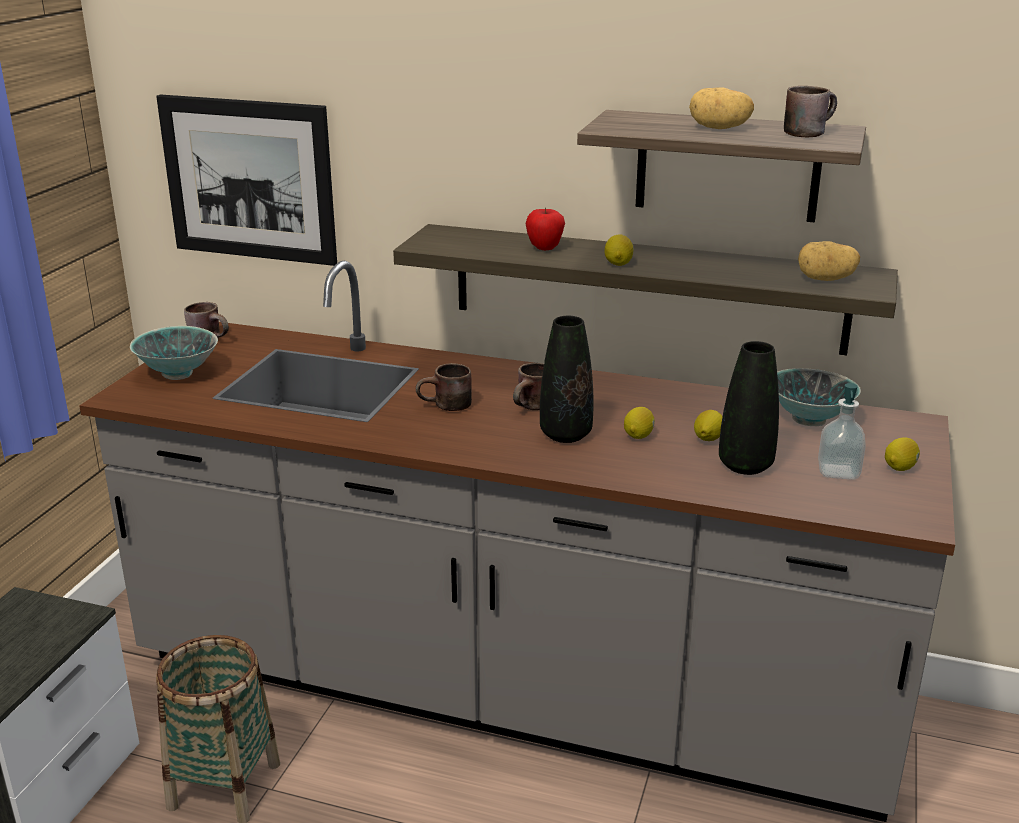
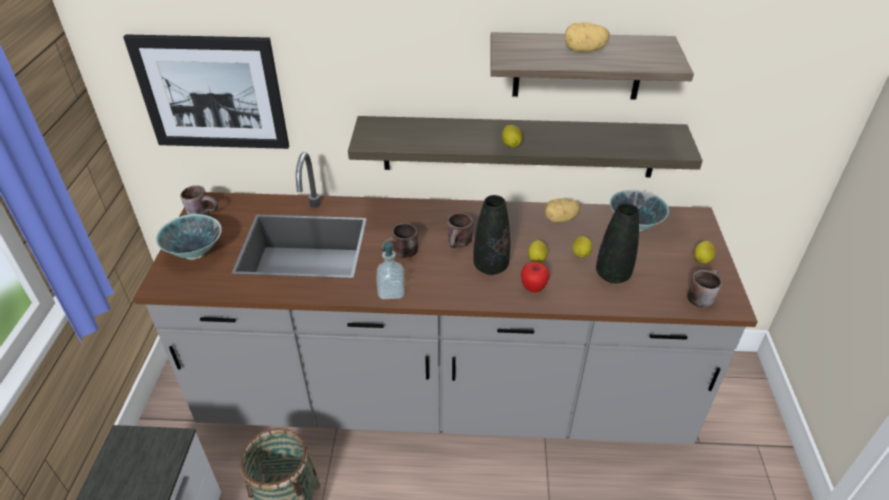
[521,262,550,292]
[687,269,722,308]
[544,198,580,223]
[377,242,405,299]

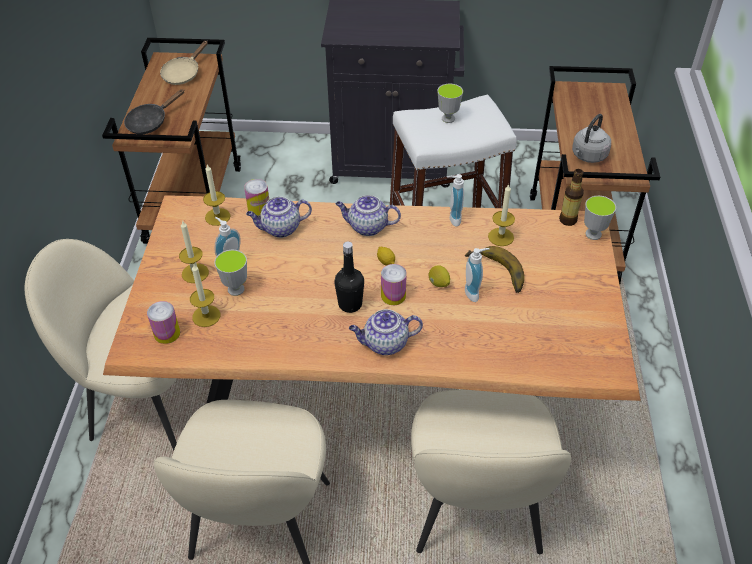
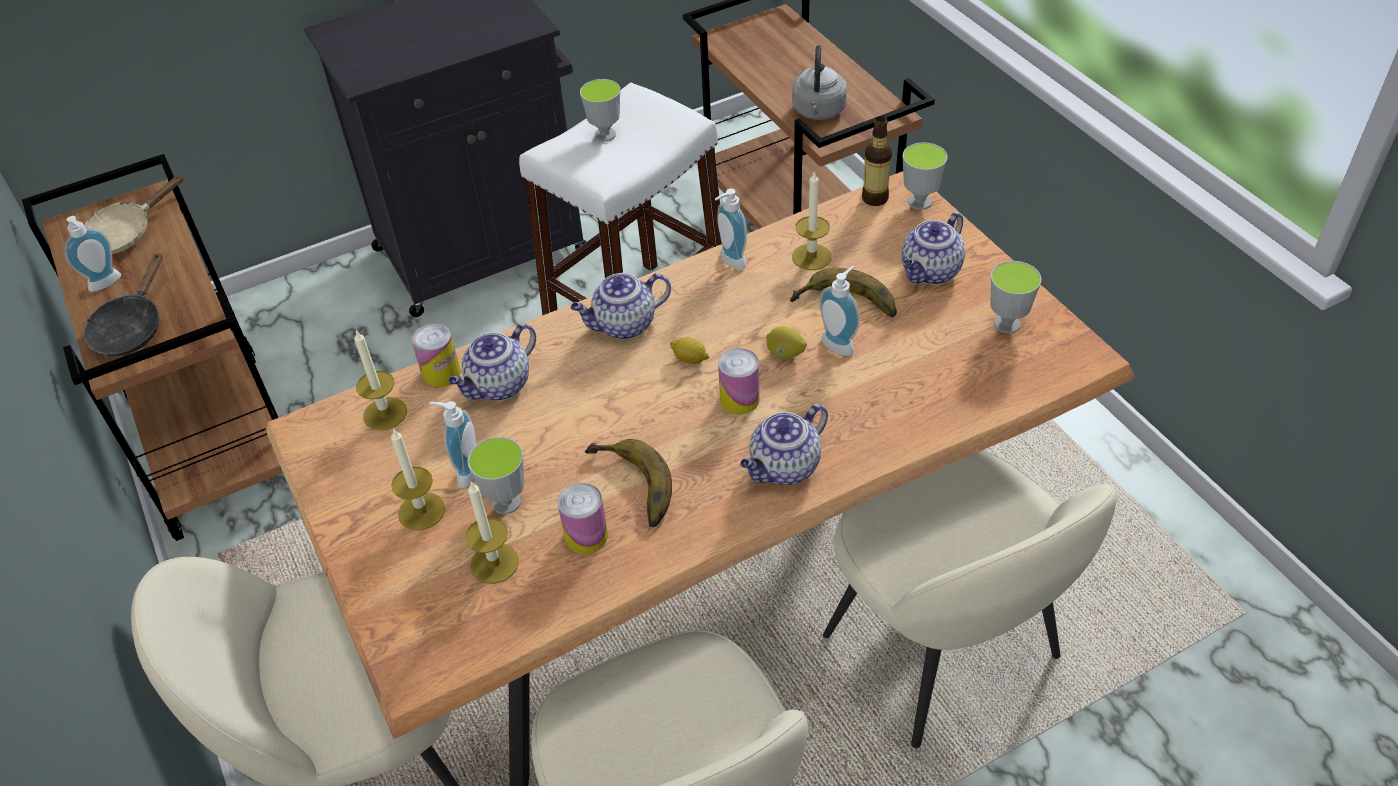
[557,483,608,554]
[84,175,184,254]
[334,242,364,313] (first image)
[64,216,121,292]
[585,439,672,527]
[902,212,965,285]
[990,261,1041,333]

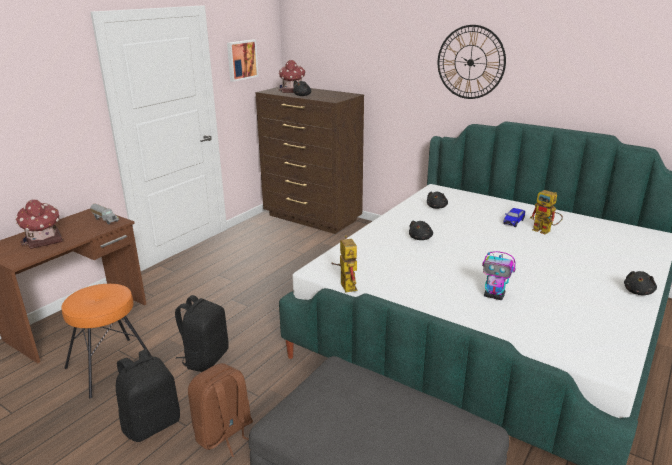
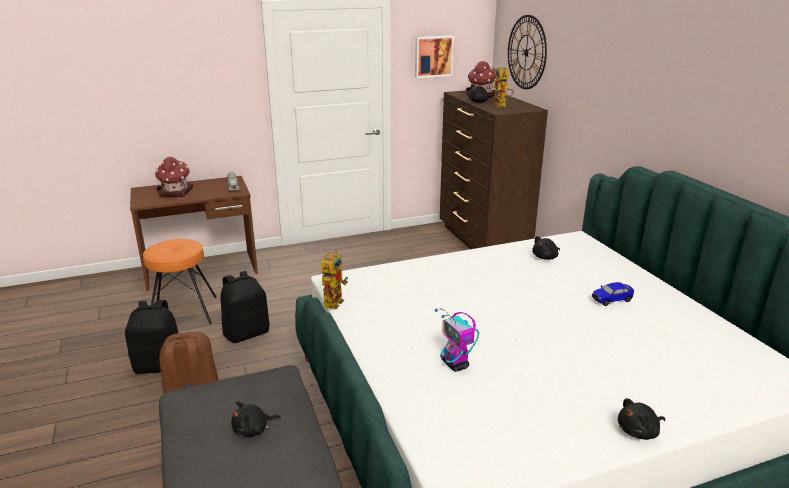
[231,401,281,437]
[508,15,547,89]
[493,67,514,108]

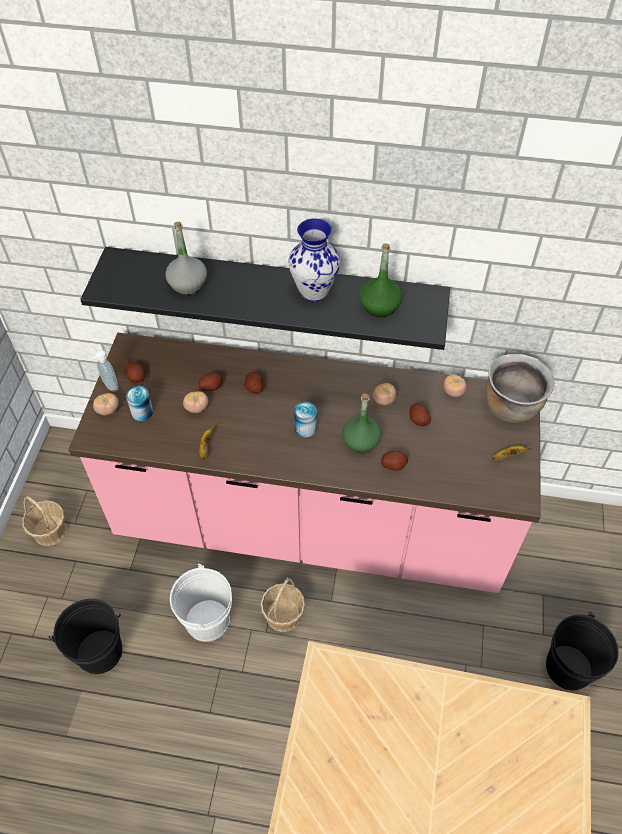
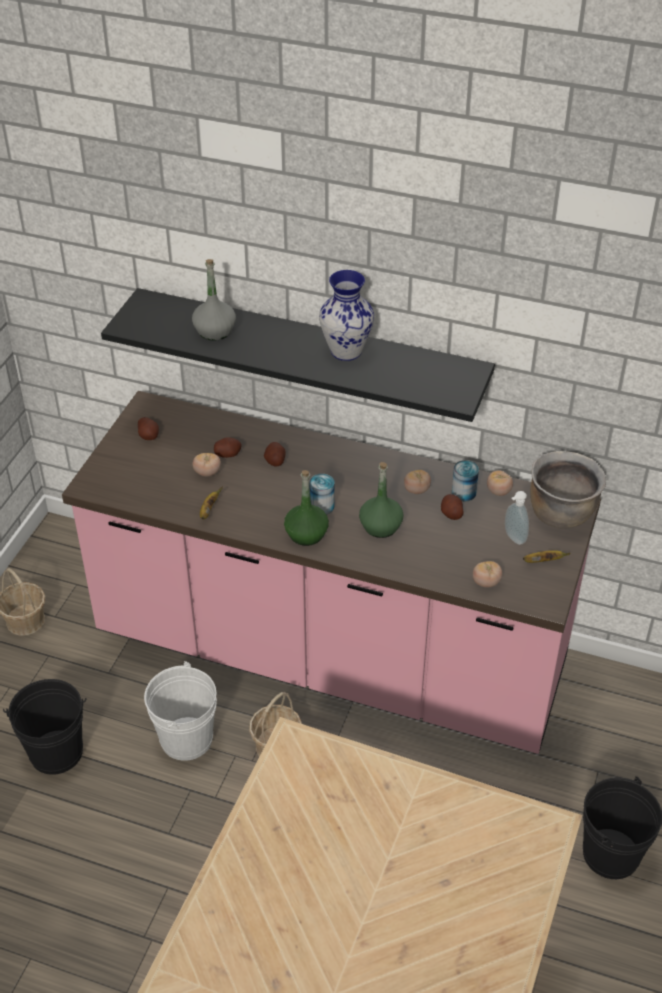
[505,491,529,545]
[473,561,502,588]
[452,460,479,501]
[284,470,329,546]
[381,450,408,470] (first image)

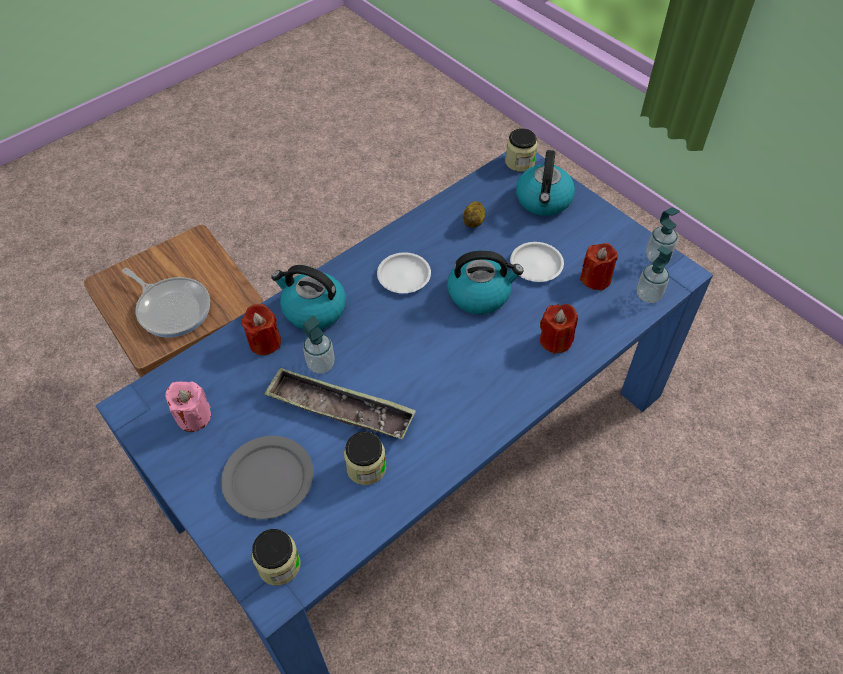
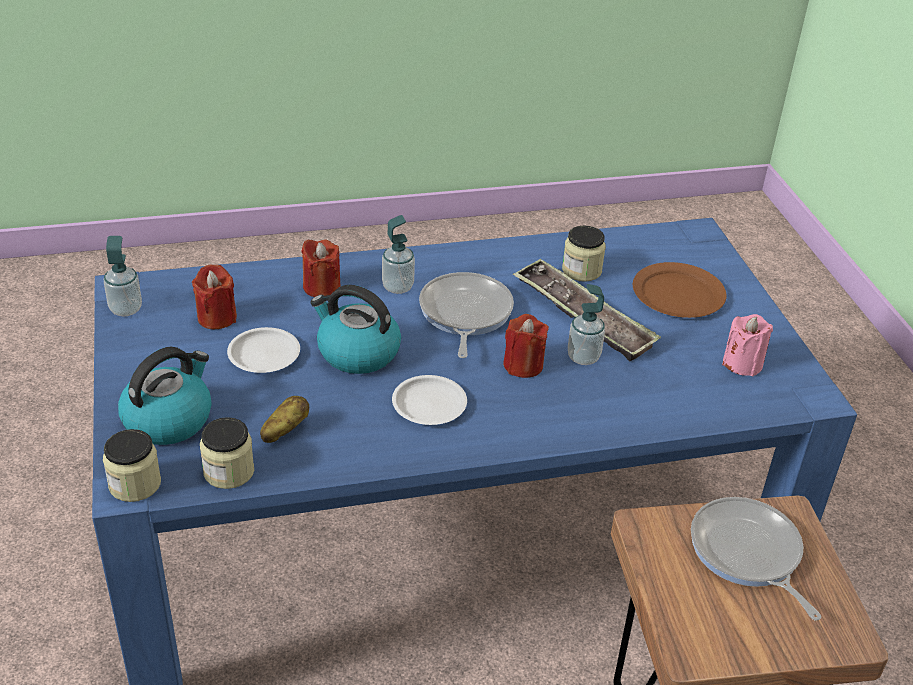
[633,262,726,318]
[503,314,549,378]
[200,417,254,489]
[271,265,346,329] (first image)
[382,215,415,294]
[419,272,514,358]

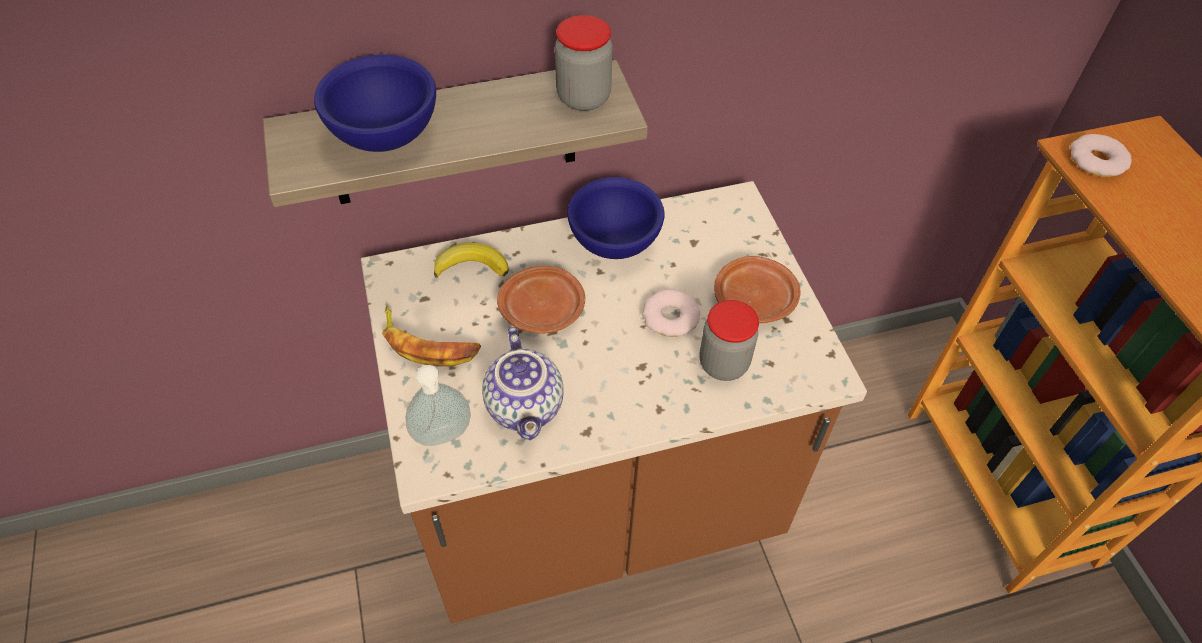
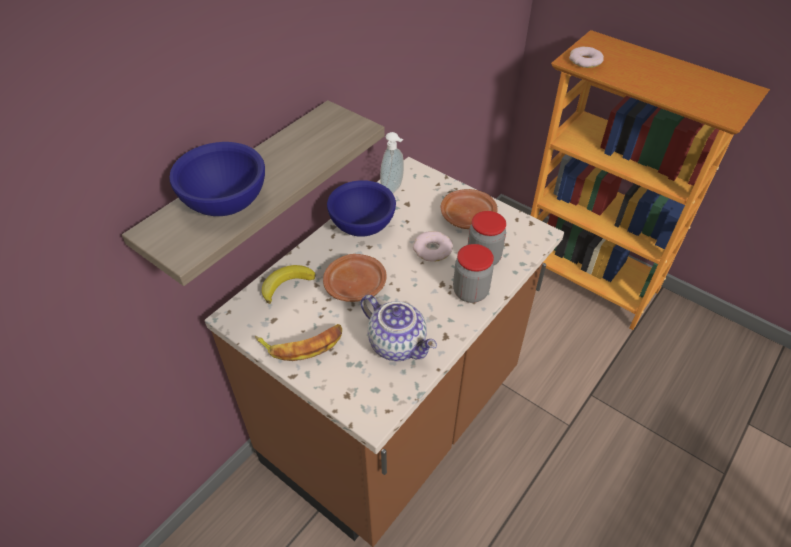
[380,132,404,193]
[453,244,494,303]

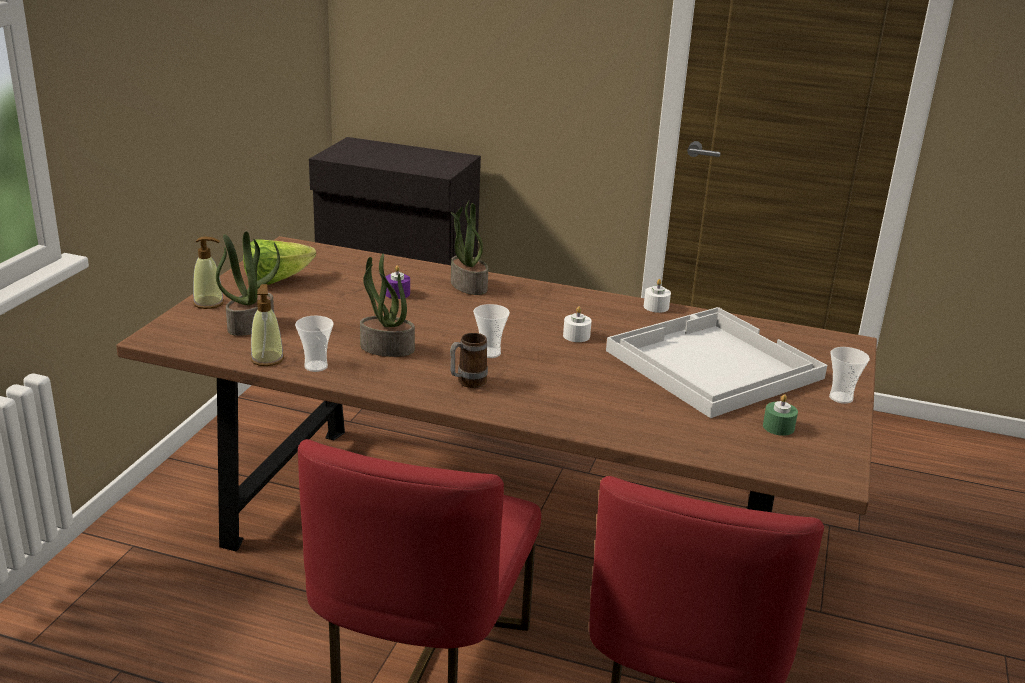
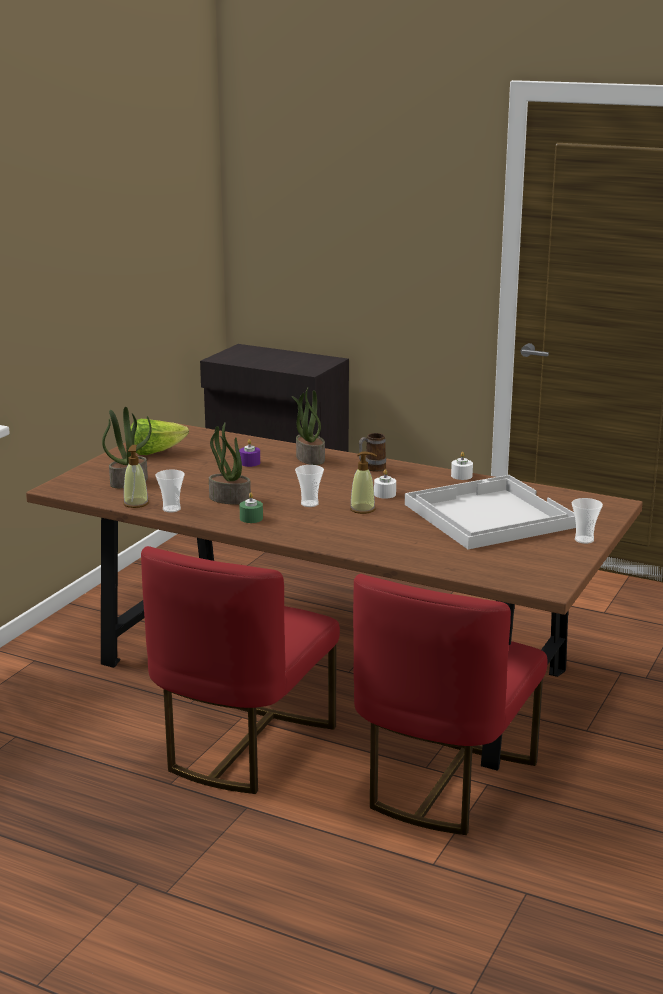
[350,452,377,514]
[359,433,386,472]
[240,493,263,523]

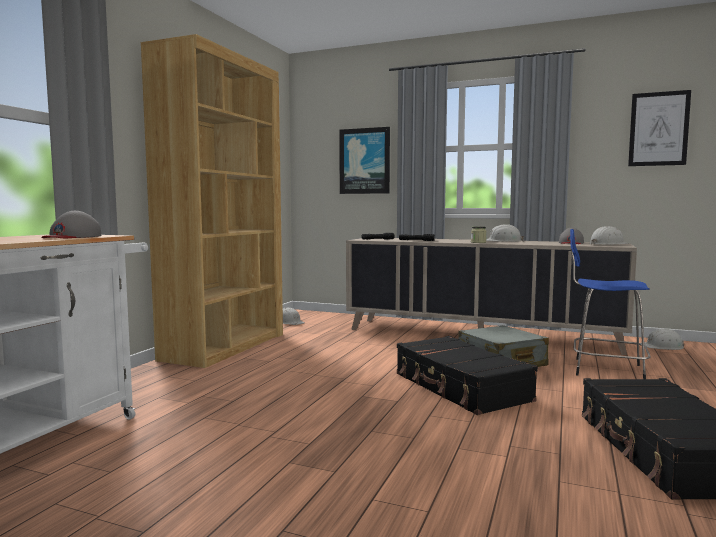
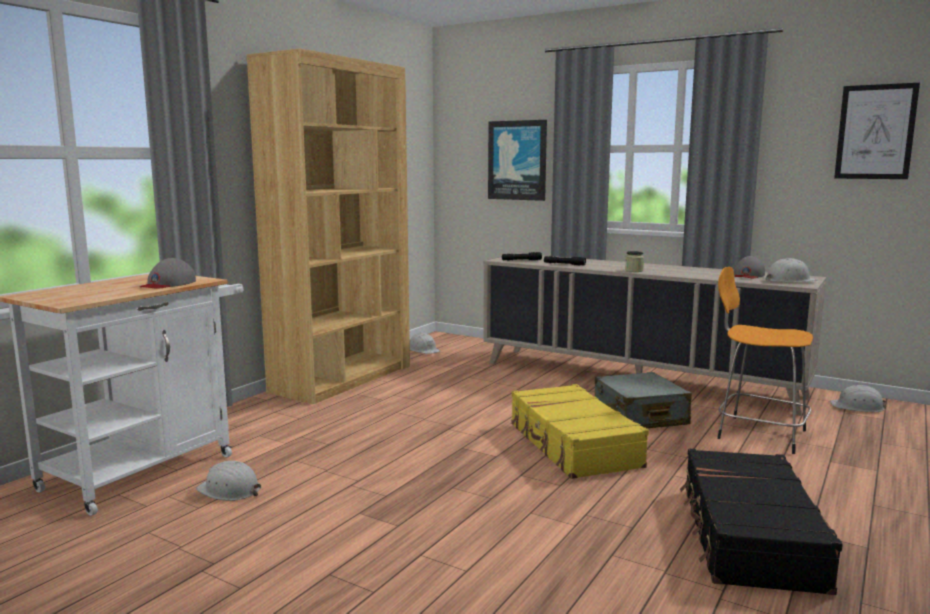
[511,384,649,479]
[196,461,261,501]
[717,267,813,454]

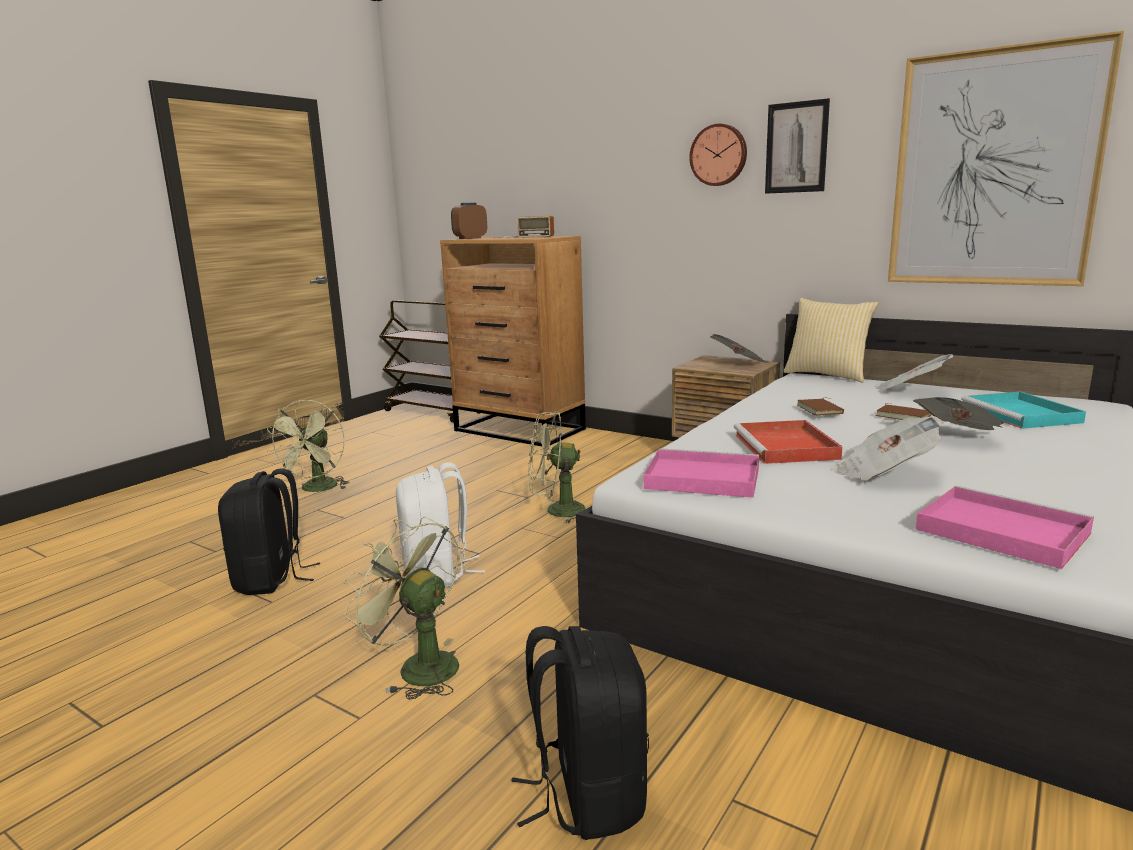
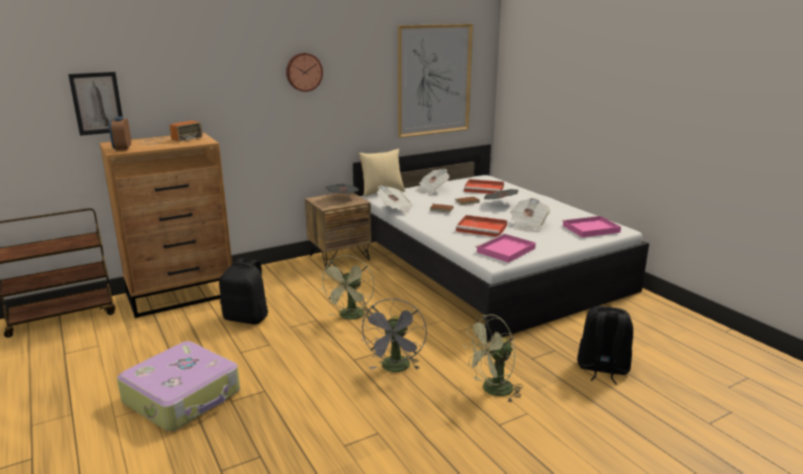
[219,258,268,325]
[117,341,240,431]
[361,298,427,372]
[68,72,123,136]
[464,179,504,194]
[377,186,413,214]

